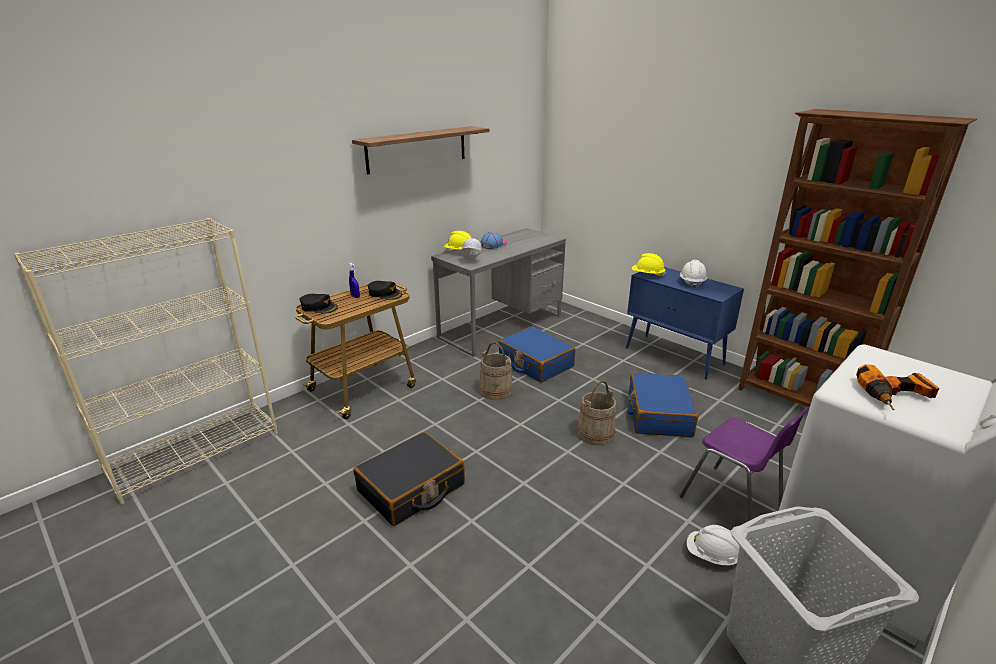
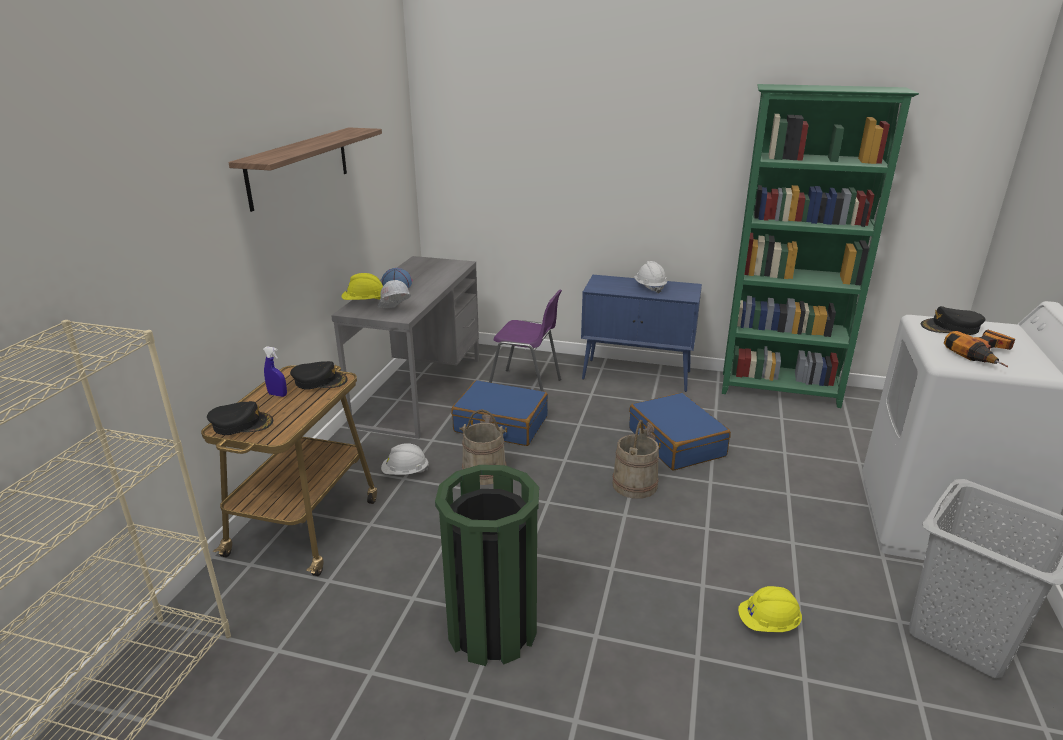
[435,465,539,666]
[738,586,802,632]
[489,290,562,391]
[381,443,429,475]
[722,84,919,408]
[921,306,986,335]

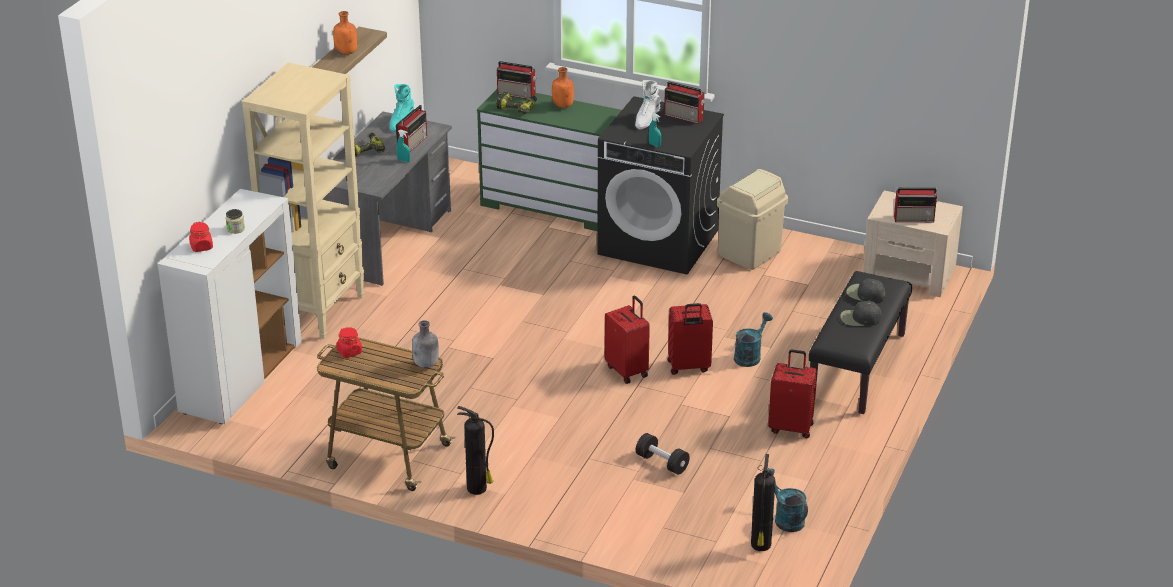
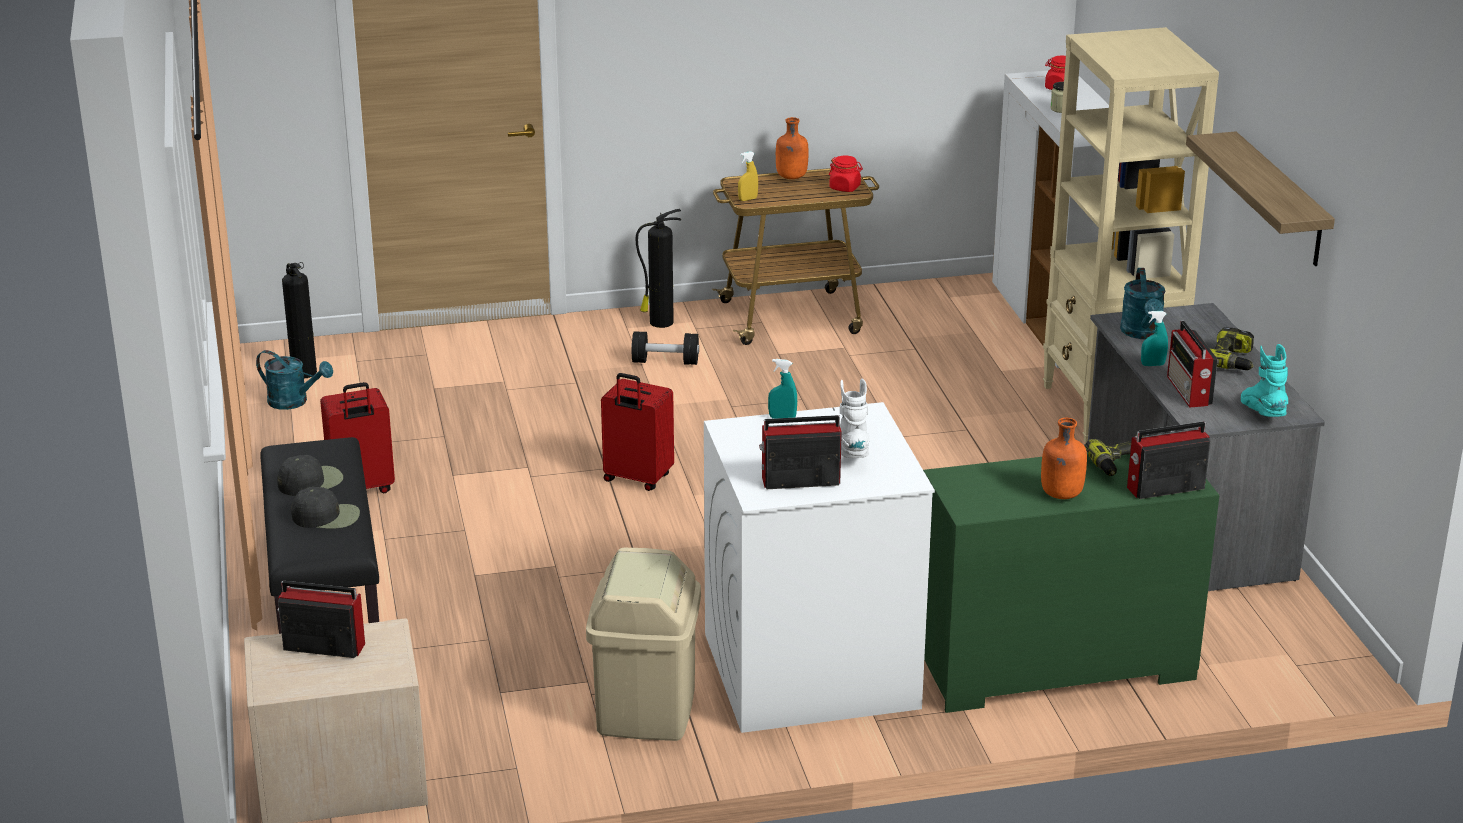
[776,117,808,179]
[738,151,758,201]
[704,402,935,733]
[631,331,699,365]
[668,303,713,375] (first image)
[1120,268,1166,339]
[277,581,365,658]

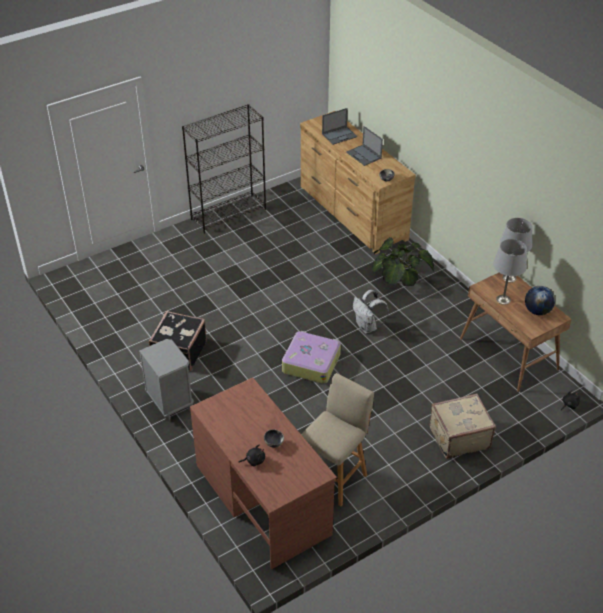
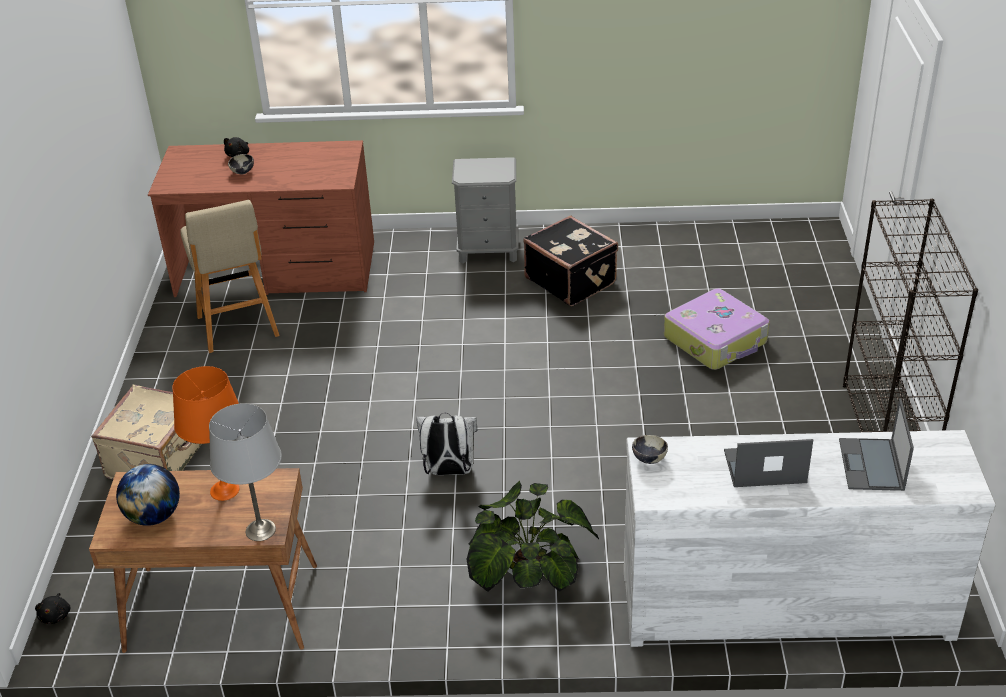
[664,289,770,370]
[624,430,996,647]
[172,366,239,501]

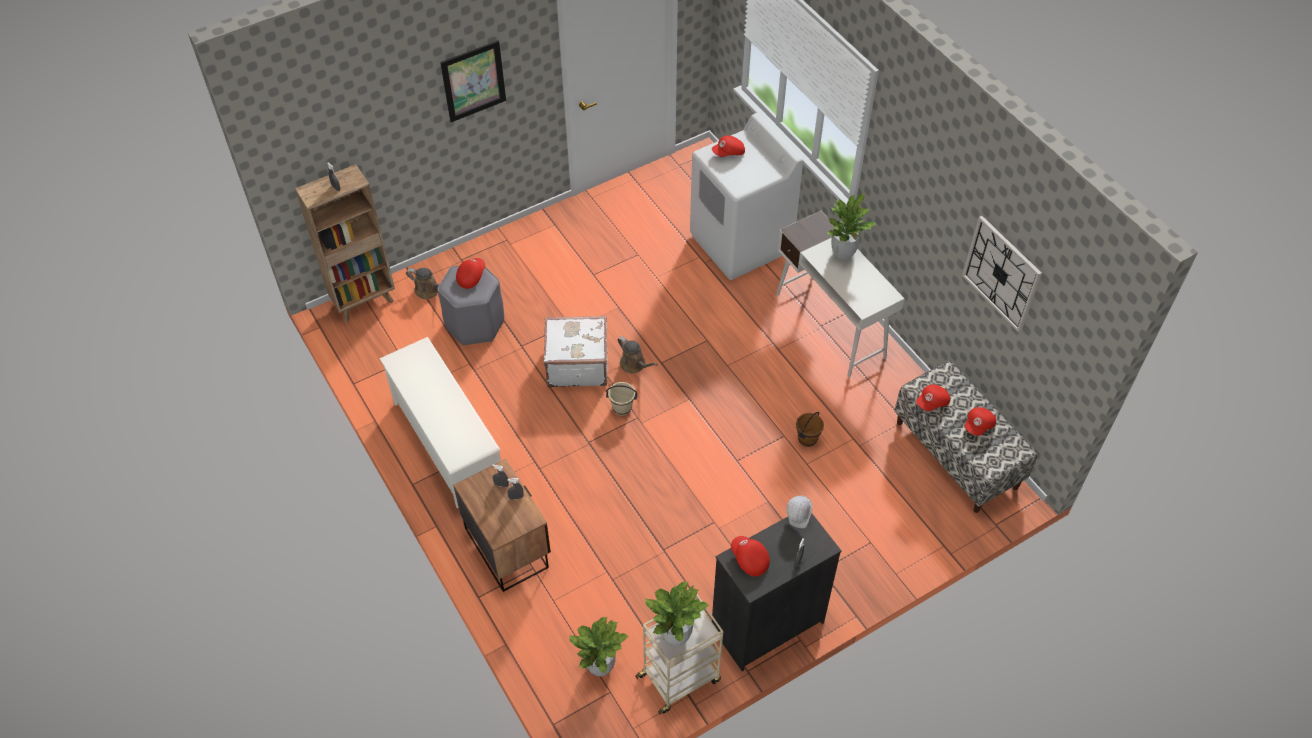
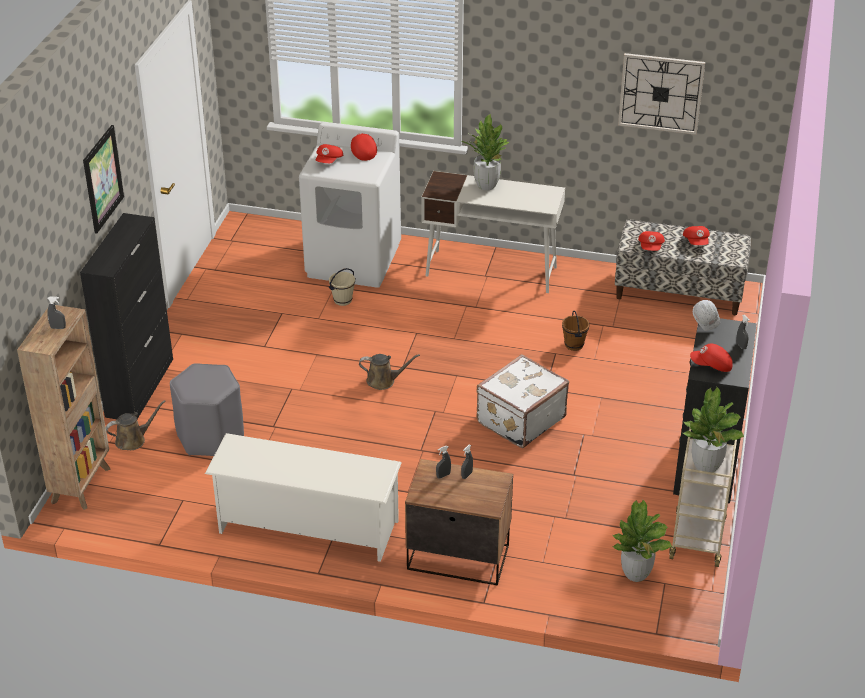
[351,133,377,161]
[477,354,569,448]
[329,268,356,306]
[80,213,173,419]

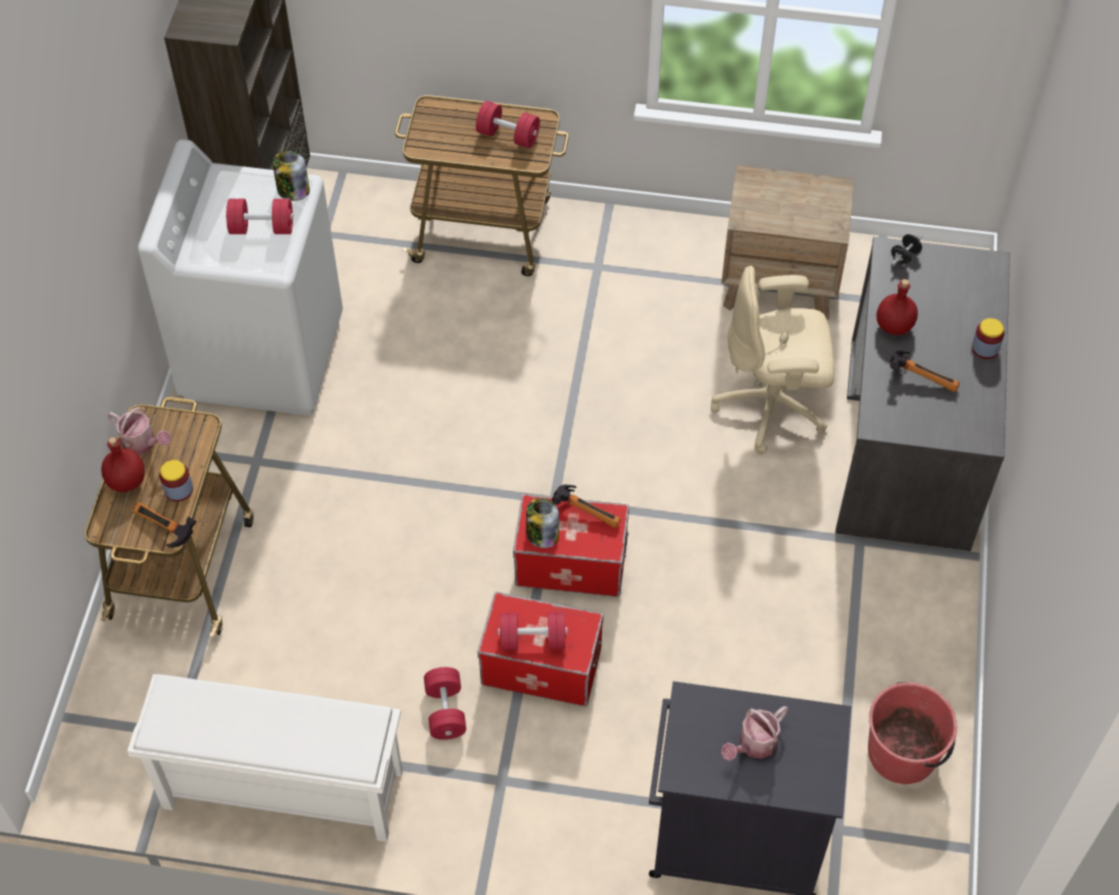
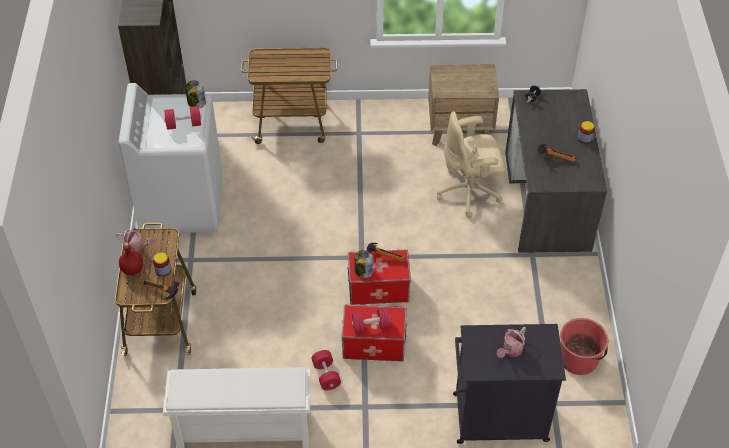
[476,101,540,148] (first image)
[876,279,918,335] (first image)

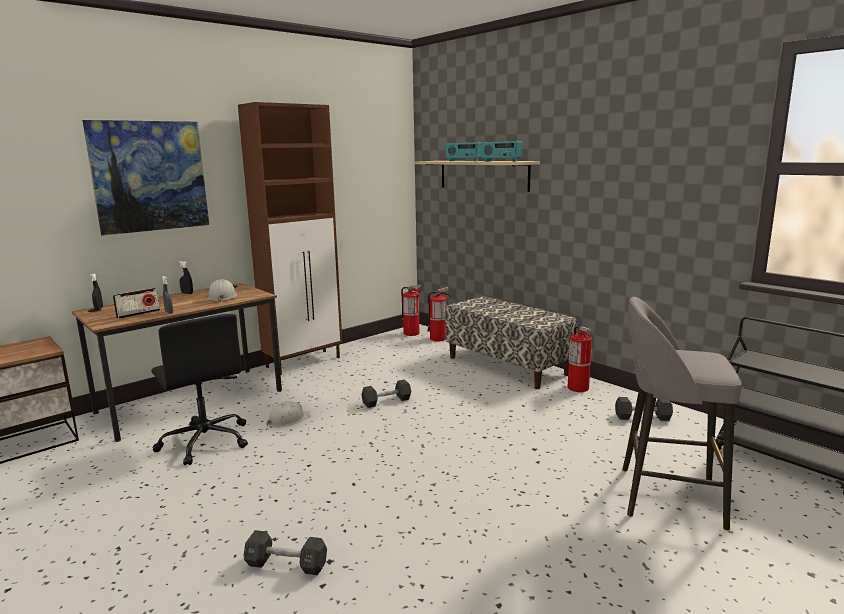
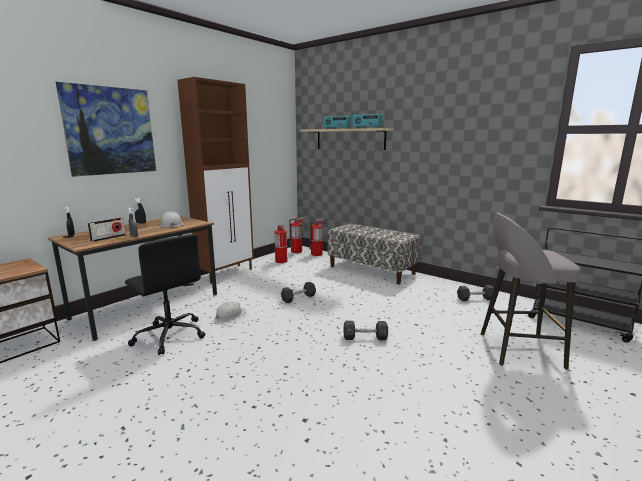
[344,321,388,341]
[274,225,287,263]

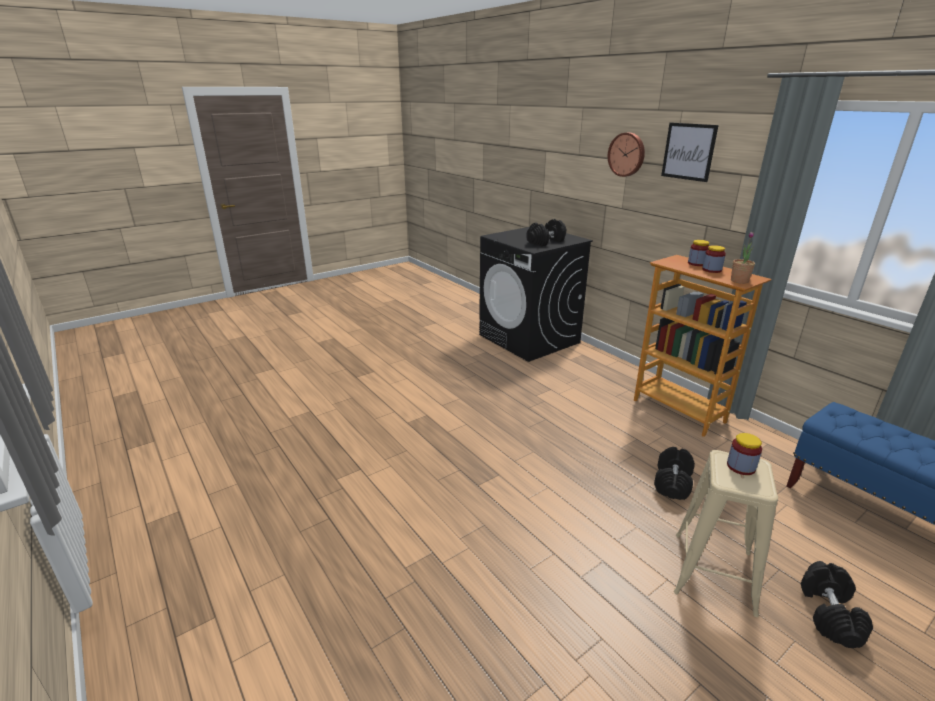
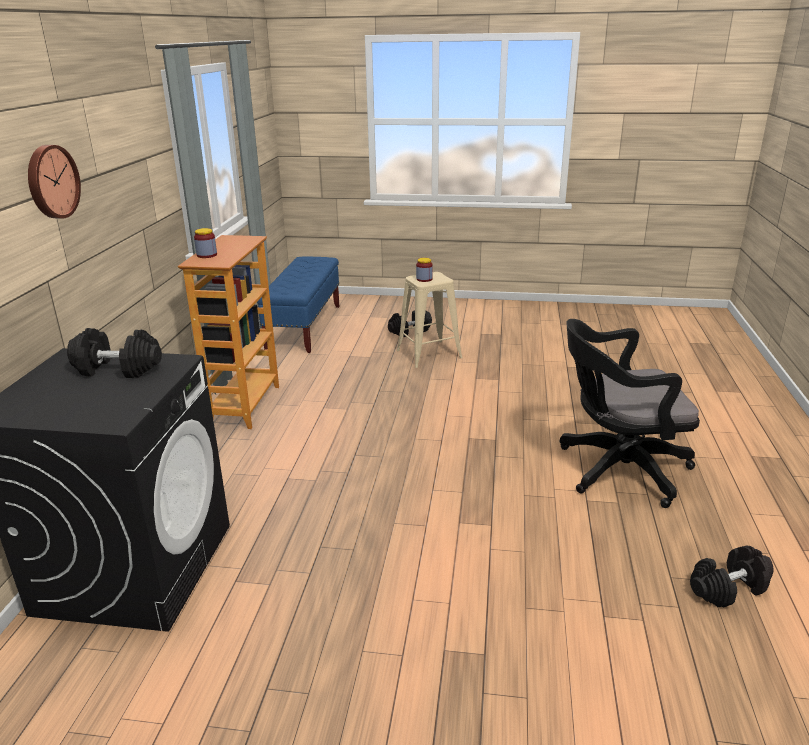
[690,546,774,607]
[661,123,719,182] (first image)
[702,245,726,273] (first image)
[731,232,755,284] (first image)
[559,319,700,508]

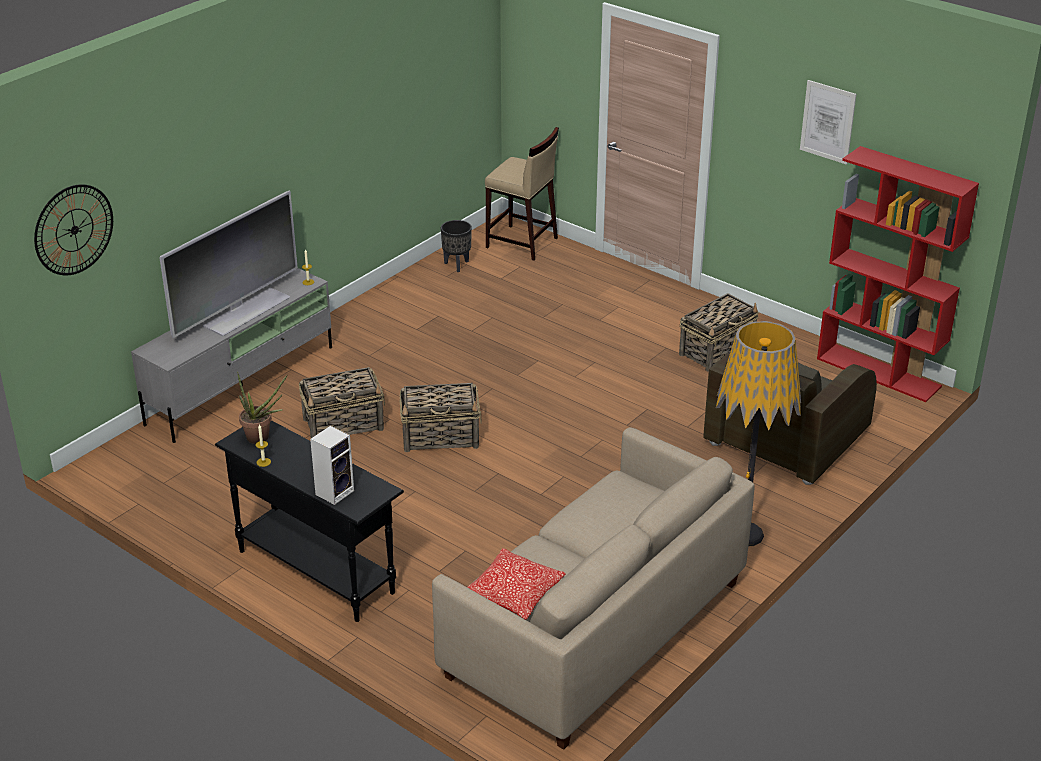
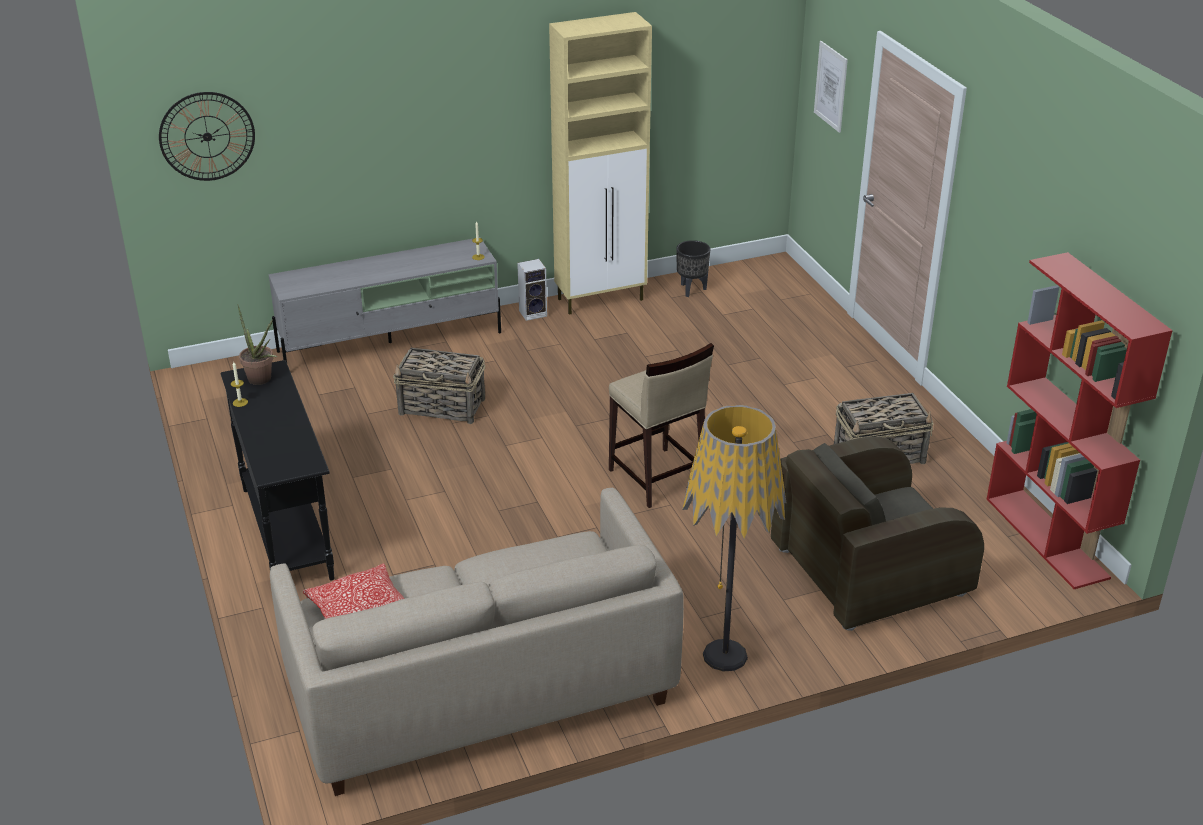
[159,190,298,338] (first image)
[517,259,547,321]
[400,383,482,452] (first image)
[609,343,714,508]
[814,41,848,133]
[549,12,652,315]

